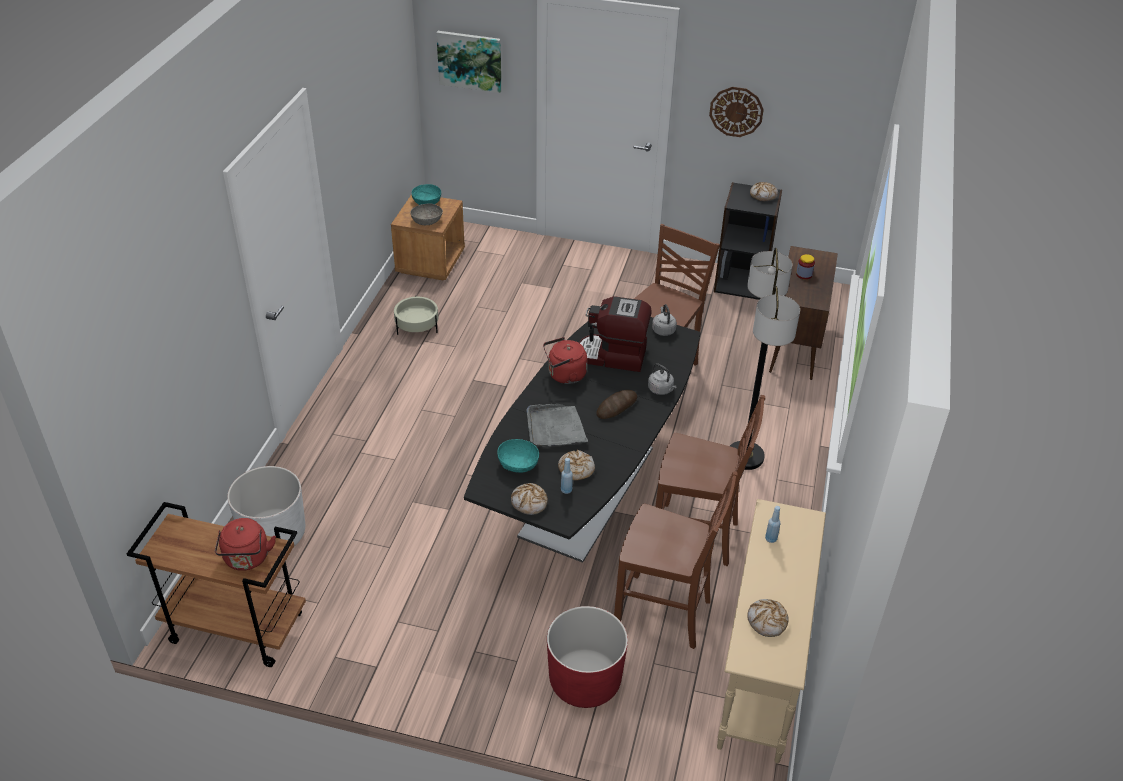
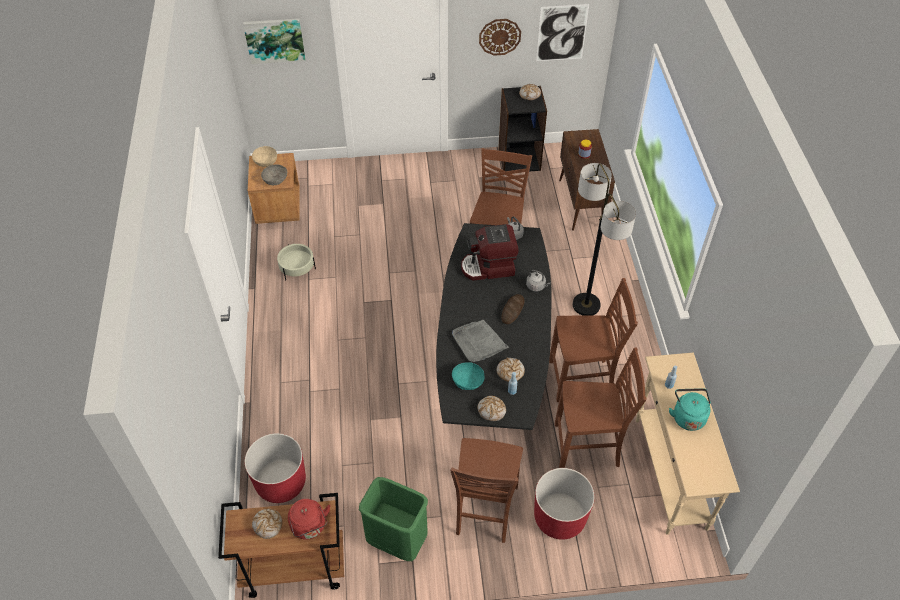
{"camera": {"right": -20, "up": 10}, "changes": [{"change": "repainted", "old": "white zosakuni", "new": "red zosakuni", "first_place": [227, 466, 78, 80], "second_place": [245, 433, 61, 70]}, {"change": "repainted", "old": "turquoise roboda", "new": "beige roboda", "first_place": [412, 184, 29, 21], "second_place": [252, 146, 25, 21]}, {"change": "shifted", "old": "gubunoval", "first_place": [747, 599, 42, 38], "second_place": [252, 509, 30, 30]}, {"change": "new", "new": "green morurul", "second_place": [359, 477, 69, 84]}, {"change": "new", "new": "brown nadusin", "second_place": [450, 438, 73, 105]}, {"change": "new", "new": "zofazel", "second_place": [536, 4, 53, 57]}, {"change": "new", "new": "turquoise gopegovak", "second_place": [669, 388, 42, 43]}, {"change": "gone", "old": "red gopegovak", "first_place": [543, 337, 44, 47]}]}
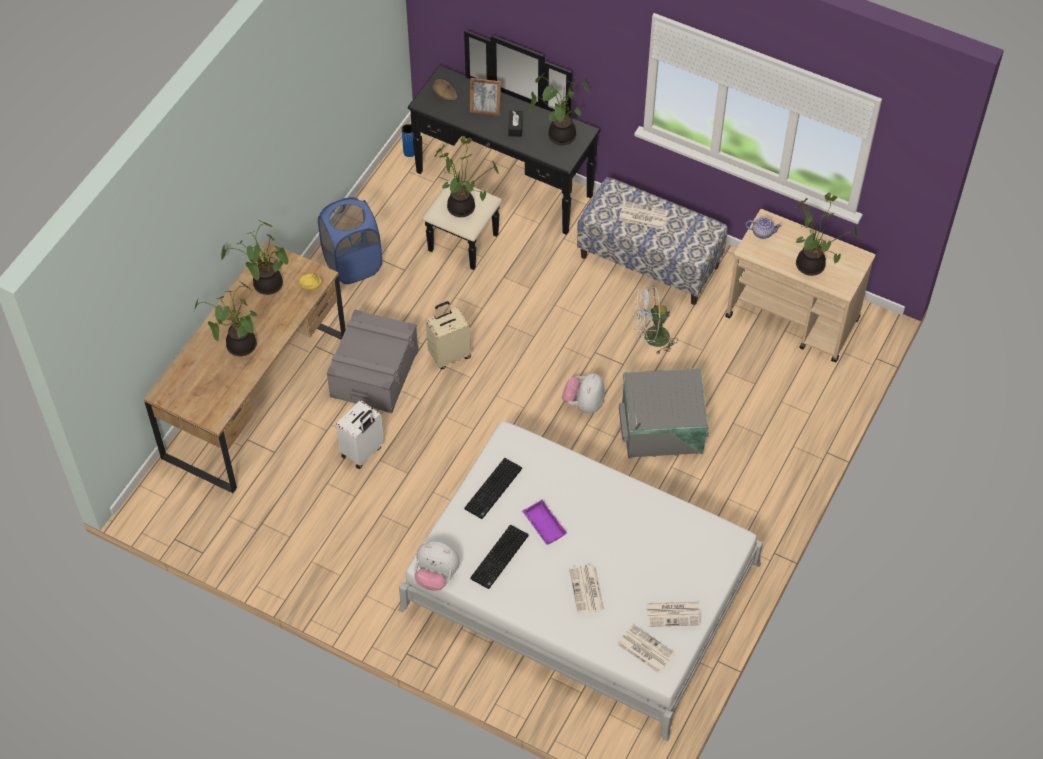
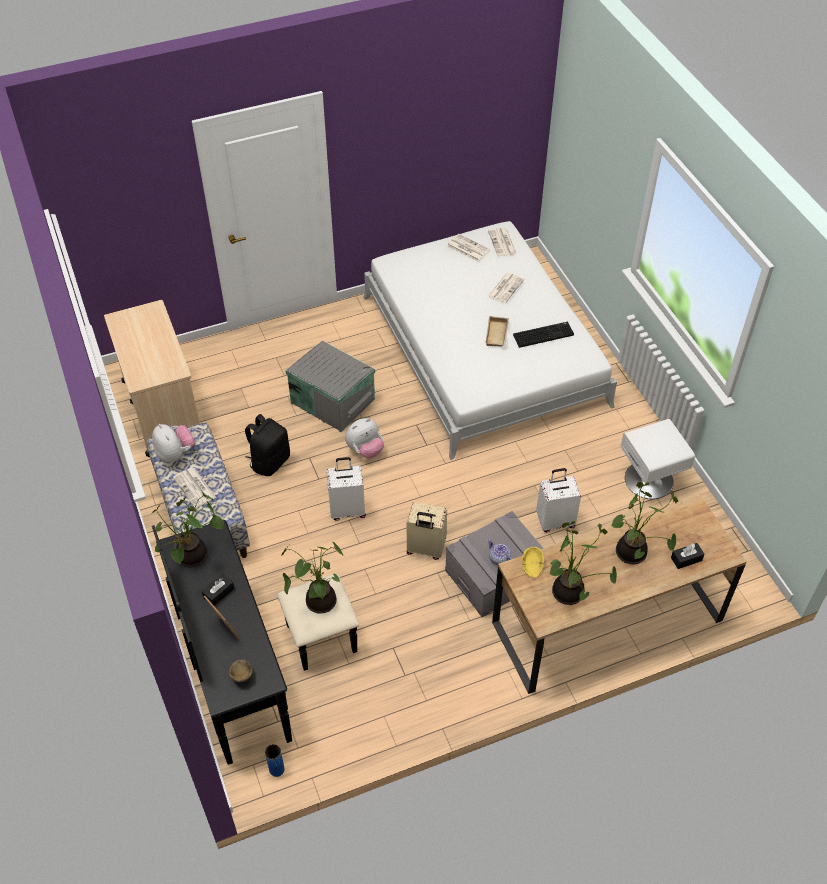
{"camera": {"right": -140, "up": -5}, "changes": [{"change": "shifted", "old": "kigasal", "first_place": [414, 541, 46, 50], "second_place": [152, 424, 43, 38]}, {"change": "swapped", "old": "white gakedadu", "new": "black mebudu", "first_place": [634, 285, 44, 69], "second_place": [245, 414, 45, 62]}, {"change": "new", "new": "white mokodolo", "second_place": [326, 457, 40, 64]}, {"change": "repainted", "old": "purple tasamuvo", "new": "beige tasamuvo", "first_place": [522, 500, 45, 45], "second_place": [486, 316, 23, 31]}, {"change": "shifted", "old": "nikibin", "first_place": [746, 217, 36, 22], "second_place": [488, 539, 24, 27]}, {"change": "new", "new": "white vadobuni", "second_place": [621, 419, 74, 80]}, {"change": "new", "new": "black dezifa", "second_place": [671, 543, 34, 26]}, {"change": "gone", "old": "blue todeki", "first_place": [318, 197, 64, 87]}, {"change": "gone", "old": "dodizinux", "first_place": [464, 458, 58, 61]}, {"change": "gone", "old": "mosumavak", "first_place": [794, 193, 64, 83]}]}
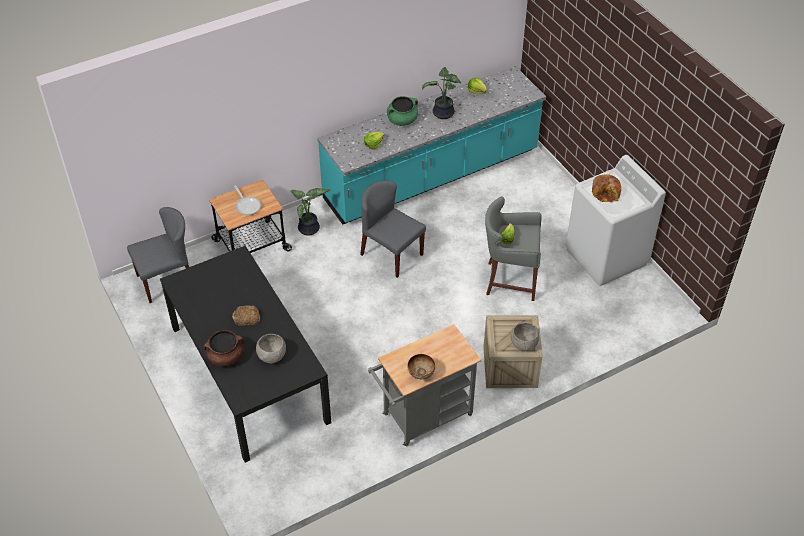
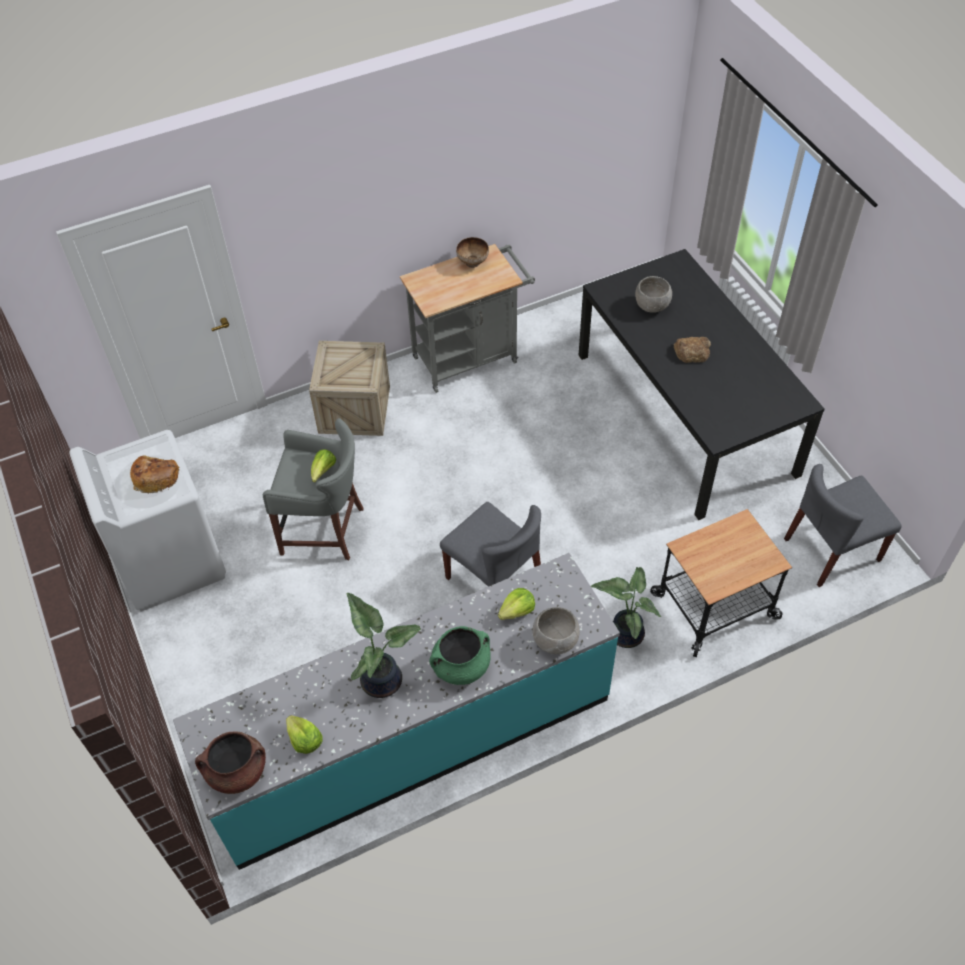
{"camera": {"right": -175, "up": 5}, "changes": [{"change": "shifted", "old": "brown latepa", "first_place": [203, 330, 42, 36], "second_place": [195, 731, 71, 63]}, {"change": "shifted", "old": "grey roboda", "first_place": [511, 322, 29, 29], "second_place": [533, 607, 47, 47]}, {"change": "gone", "old": "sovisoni", "first_place": [234, 185, 27, 30]}]}
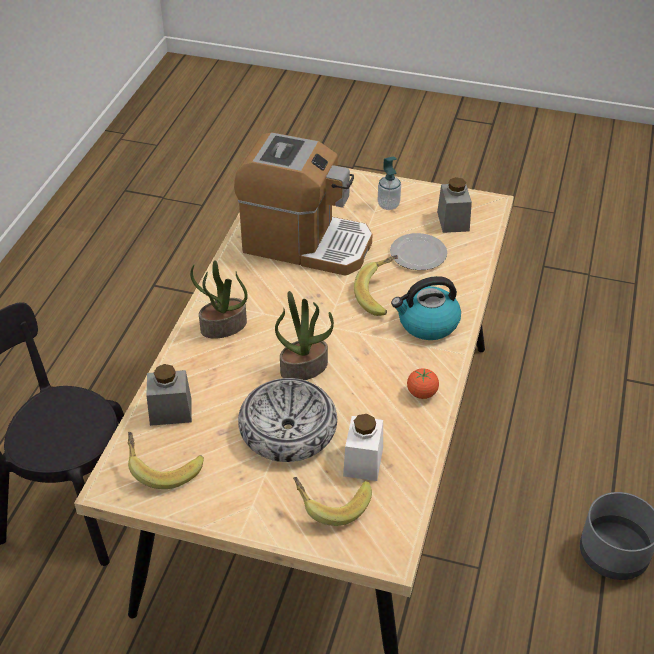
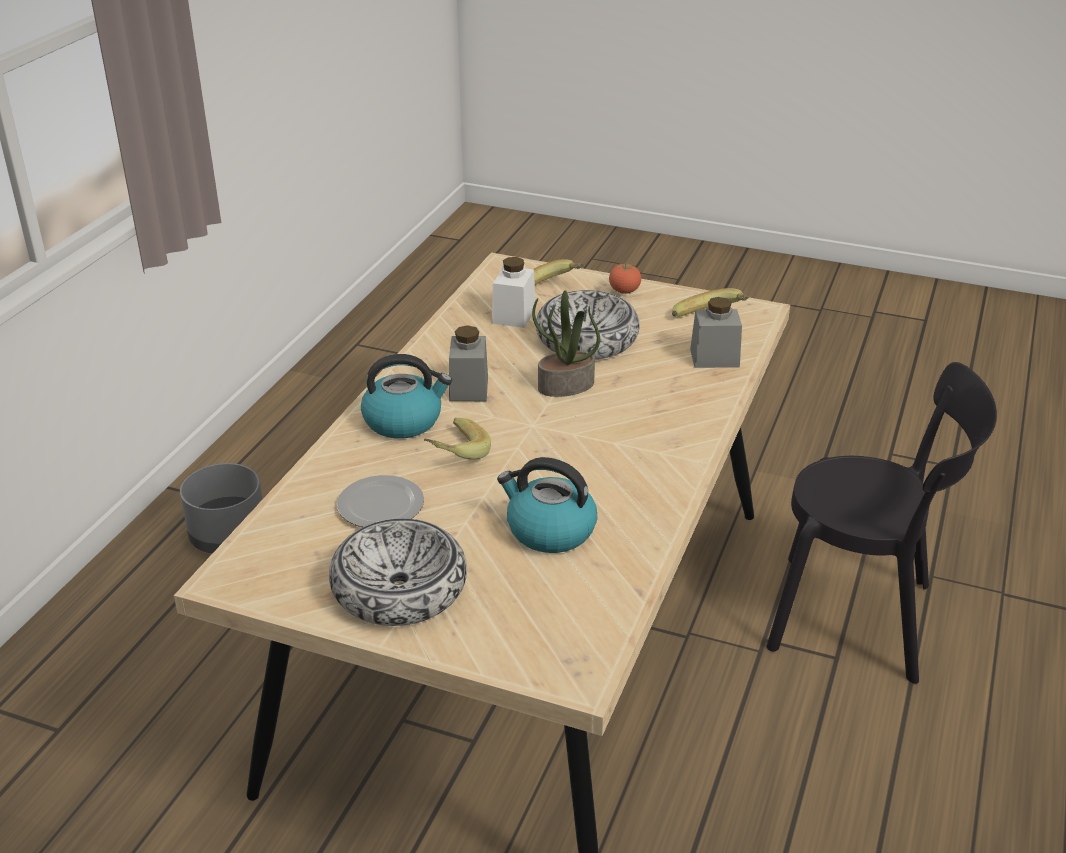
{"camera": {"right": -175, "up": -10}, "changes": [{"change": "swapped", "old": "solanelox", "new": "roboda", "first_place": [378, 156, 23, 54], "second_place": [329, 519, 138, 107]}, {"change": "shifted", "old": "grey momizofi", "first_place": [437, 177, 35, 56], "second_place": [449, 325, 39, 76]}, {"change": "swapped", "old": "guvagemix", "new": "gopegovak", "first_place": [234, 132, 138, 144], "second_place": [497, 457, 100, 96]}, {"change": "shifted", "old": "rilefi", "first_place": [407, 368, 32, 31], "second_place": [609, 263, 32, 31]}, {"change": "gone", "old": "mosumavak", "first_place": [190, 260, 58, 79]}]}
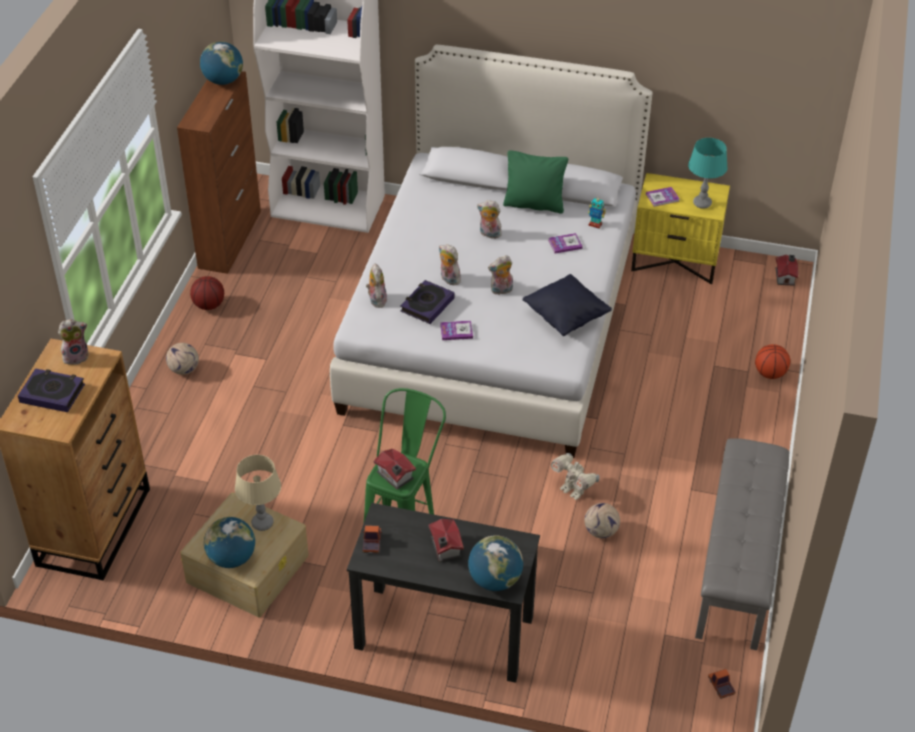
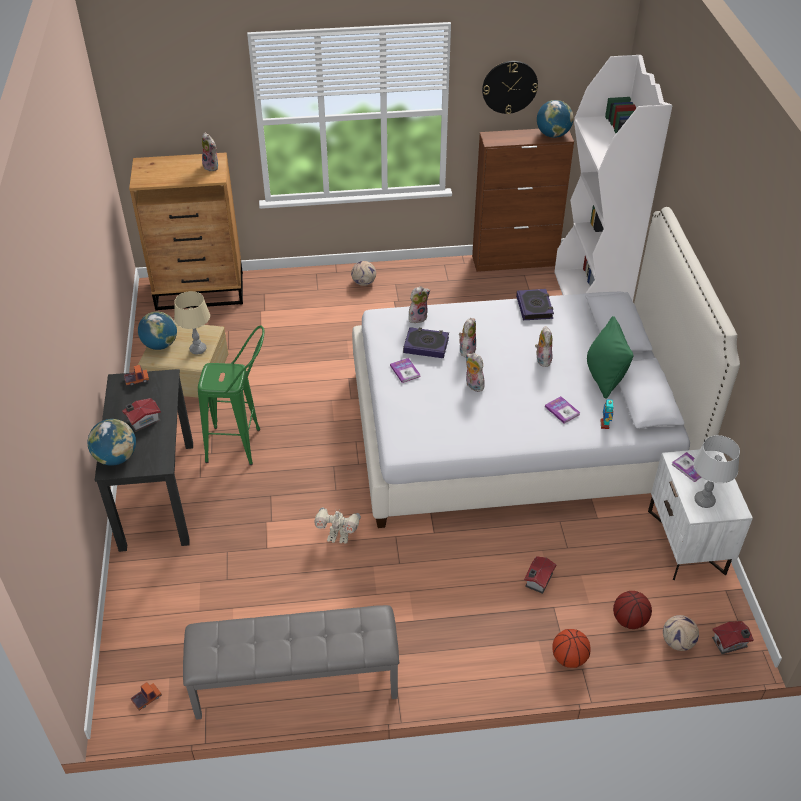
{"camera": {"right": 70, "up": 0}, "changes": [{"change": "rotated", "old": "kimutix", "first_place": [551, 453, 49, 47], "second_place": [315, 507, 46, 37], "degrees": -105}, {"change": "new", "new": "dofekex", "second_place": [482, 61, 56, 53]}, {"change": "shifted", "old": "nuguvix", "first_place": [18, 368, 67, 44], "second_place": [516, 289, 38, 32]}, {"change": "shifted", "old": "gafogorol", "first_place": [374, 449, 42, 40], "second_place": [524, 556, 32, 38]}, {"change": "shifted", "old": "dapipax", "first_place": [190, 276, 34, 34], "second_place": [613, 591, 39, 38]}, {"change": "repainted", "old": "yellow vadobuni", "new": "white vadobuni", "first_place": [631, 173, 99, 111], "second_place": [648, 449, 105, 131]}, {"change": "shifted", "old": "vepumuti", "first_place": [584, 503, 36, 35], "second_place": [663, 615, 36, 36]}, {"change": "repainted", "old": "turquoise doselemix", "new": "grey doselemix", "first_place": [688, 138, 40, 71], "second_place": [693, 435, 47, 73]}, {"change": "gone", "old": "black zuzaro", "first_place": [522, 274, 90, 62]}]}
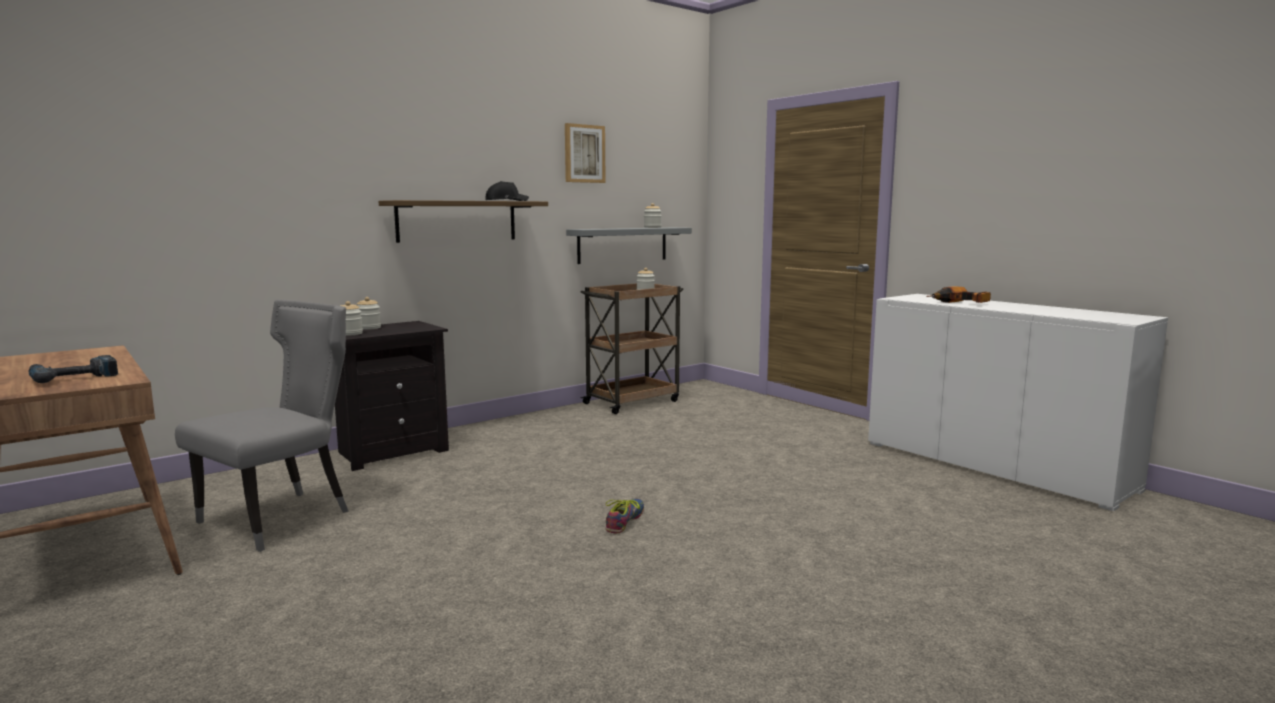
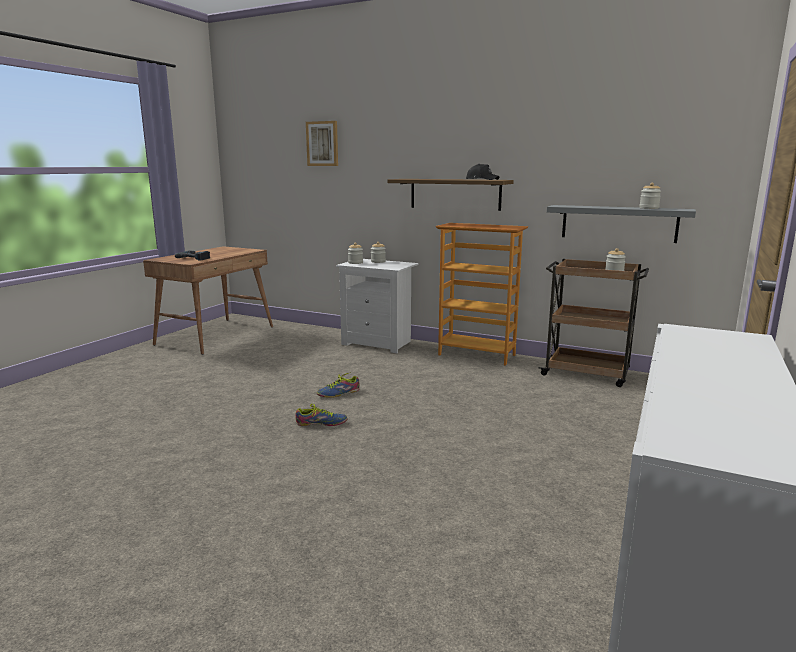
{"camera": {"right": 65, "up": 5}, "changes": [{"change": "shifted", "old": "zofazel", "first_place": [565, 123, 41, 60], "second_place": [306, 121, 32, 45]}, {"change": "new", "new": "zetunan", "second_place": [317, 372, 42, 26]}, {"change": "repainted", "old": "black vadobuni", "new": "white vadobuni", "first_place": [335, 321, 114, 150], "second_place": [336, 259, 83, 94]}, {"change": "new", "new": "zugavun", "second_place": [436, 223, 92, 142]}, {"change": "gone", "old": "grey nadusin", "first_place": [175, 299, 173, 253]}, {"change": "gone", "old": "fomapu", "first_place": [926, 287, 65, 16]}]}
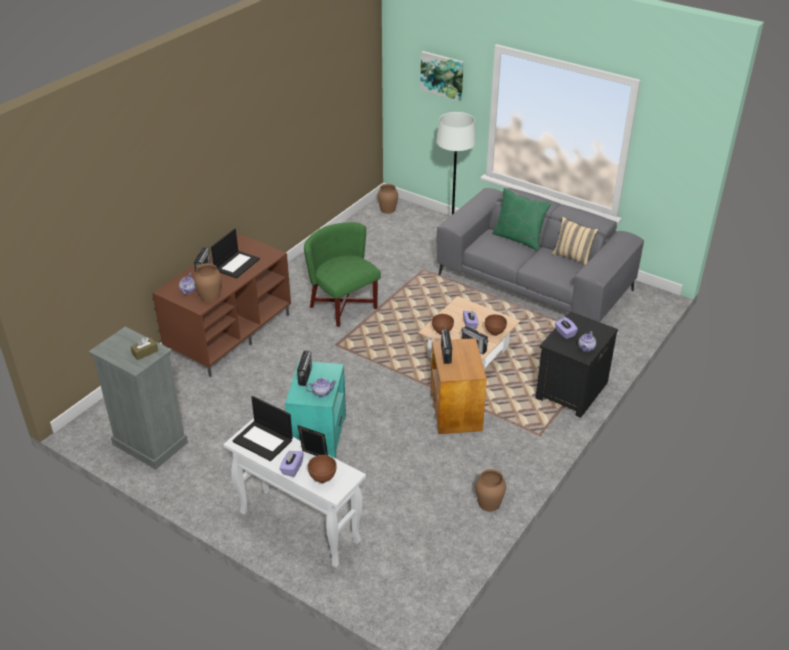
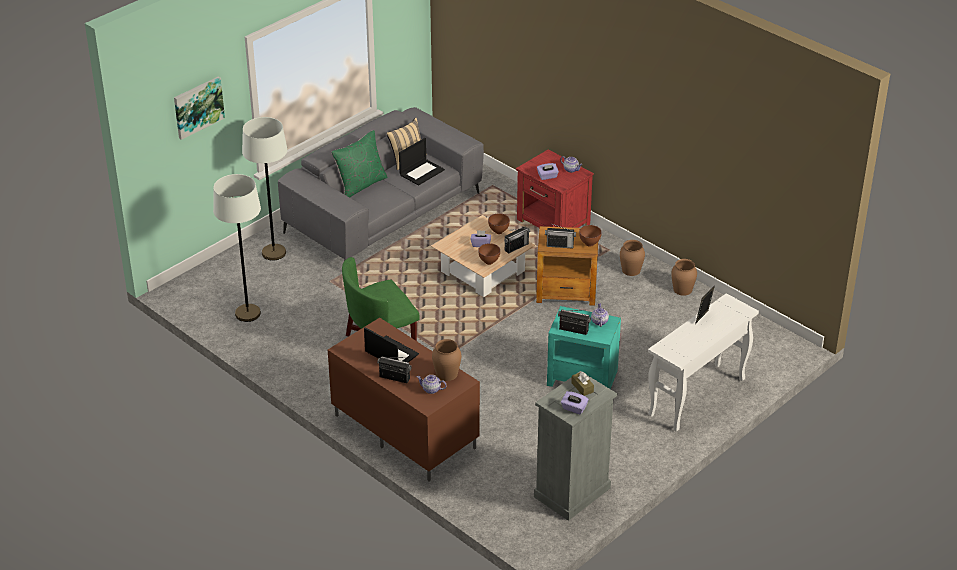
{"camera": {"right": -80, "up": 0}, "changes": [{"change": "new", "new": "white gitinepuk", "second_place": [213, 174, 48, 148]}, {"change": "shifted", "old": "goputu", "first_place": [232, 396, 61, 65], "second_place": [399, 138, 46, 48]}, {"change": "repainted", "old": "black vadobuni", "new": "red vadobuni", "first_place": [536, 311, 82, 107], "second_place": [516, 149, 78, 79]}, {"change": "shifted", "old": "purple dezifa", "first_place": [279, 450, 25, 27], "second_place": [561, 391, 28, 24]}, {"change": "shifted", "old": "brown roboda", "first_place": [308, 455, 29, 28], "second_place": [579, 225, 23, 22]}, {"change": "shifted", "old": "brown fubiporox", "first_place": [378, 184, 20, 30], "second_place": [620, 240, 25, 36]}]}
